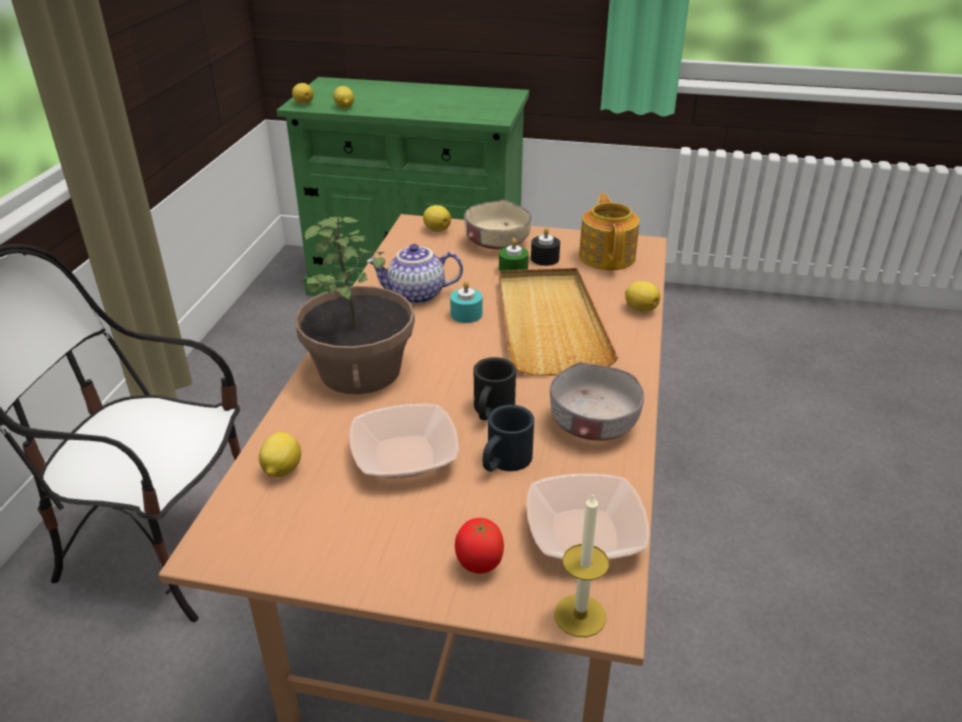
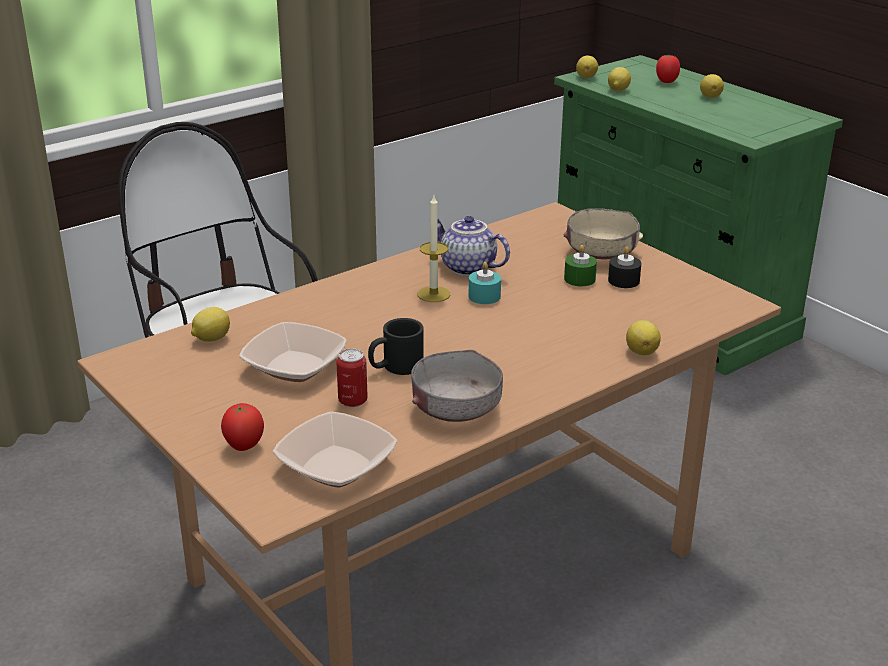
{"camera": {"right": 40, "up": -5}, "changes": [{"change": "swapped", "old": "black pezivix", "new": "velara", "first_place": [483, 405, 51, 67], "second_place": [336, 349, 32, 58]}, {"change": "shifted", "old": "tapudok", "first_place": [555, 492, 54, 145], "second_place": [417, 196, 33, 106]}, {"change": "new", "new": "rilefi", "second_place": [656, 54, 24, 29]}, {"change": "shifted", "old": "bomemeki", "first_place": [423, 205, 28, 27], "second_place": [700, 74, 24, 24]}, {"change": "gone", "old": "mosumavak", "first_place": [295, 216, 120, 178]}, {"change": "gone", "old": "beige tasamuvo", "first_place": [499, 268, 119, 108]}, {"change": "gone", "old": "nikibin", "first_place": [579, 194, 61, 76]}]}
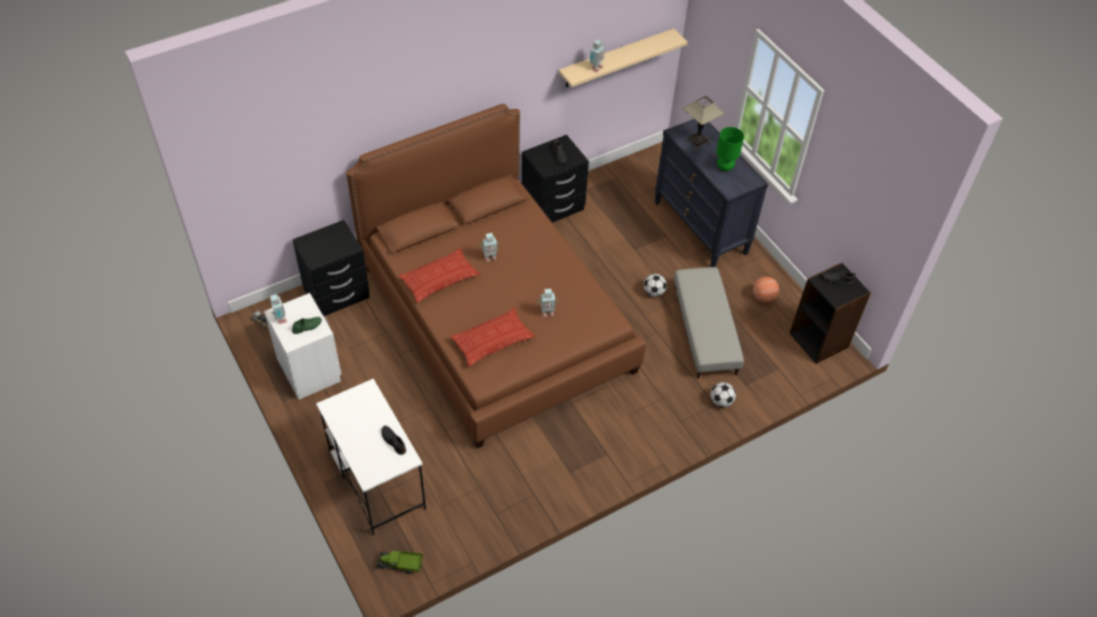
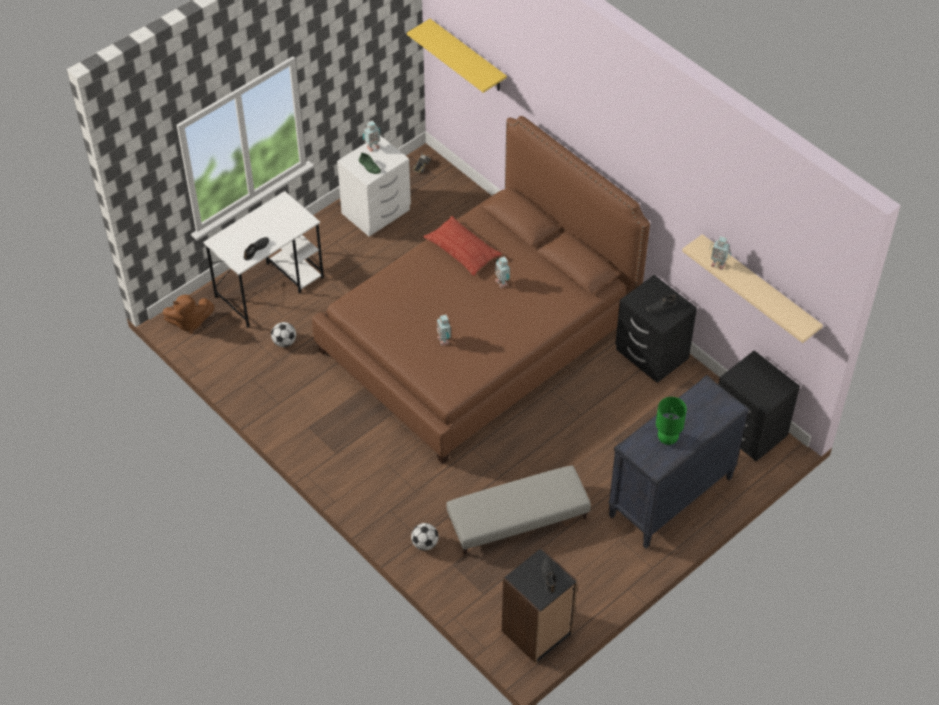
{"camera": {"right": 80, "up": 0}, "changes": [{"change": "swapped", "old": "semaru", "new": "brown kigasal", "first_place": [377, 551, 46, 23], "second_place": [163, 295, 51, 39]}, {"change": "shifted", "old": "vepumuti", "first_place": [644, 274, 23, 23], "second_place": [271, 322, 25, 25]}, {"change": "new", "new": "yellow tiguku", "second_place": [407, 19, 100, 74]}, {"change": "shifted", "old": "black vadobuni", "first_place": [292, 220, 78, 96], "second_place": [719, 350, 81, 111]}, {"change": "gone", "old": "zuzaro", "first_place": [450, 308, 85, 58]}, {"change": "gone", "old": "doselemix", "first_place": [683, 96, 41, 55]}, {"change": "gone", "old": "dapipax", "first_place": [753, 277, 26, 26]}]}
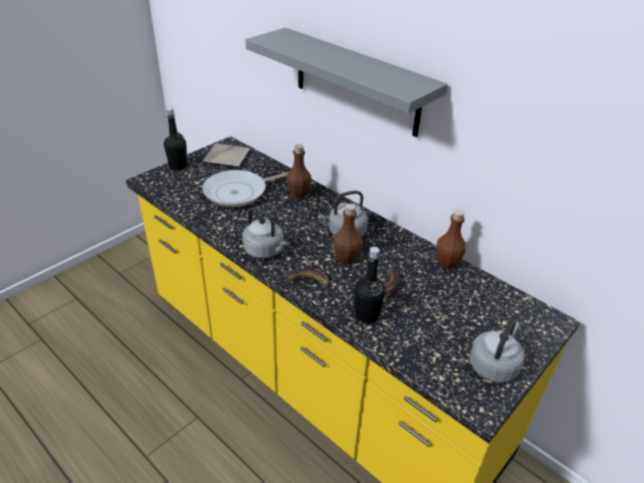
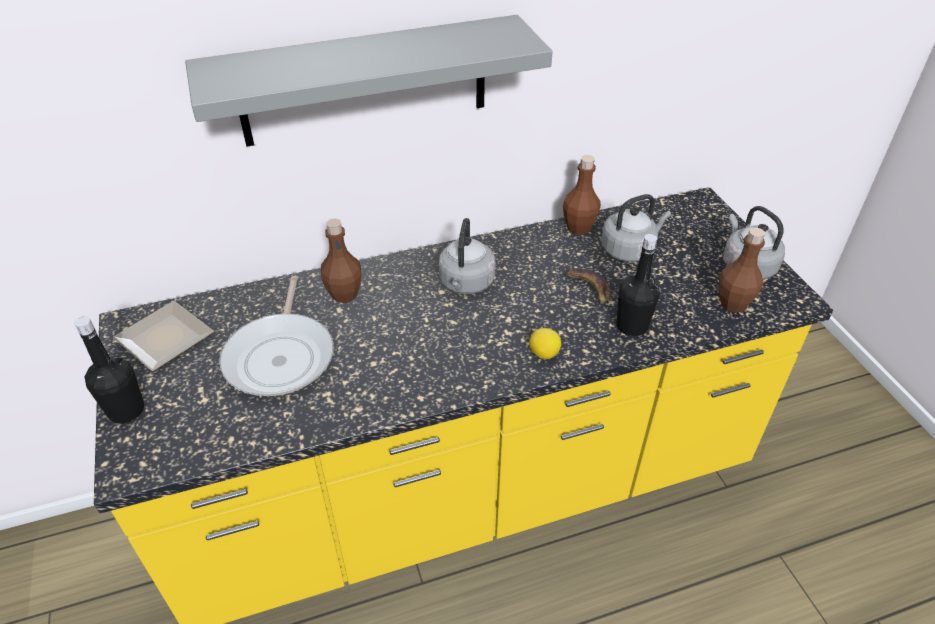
{"camera": {"right": -60, "up": 5}, "changes": [{"change": "swapped", "old": "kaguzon", "new": "bomemeki", "first_place": [287, 268, 42, 25], "second_place": [529, 328, 32, 32]}, {"change": "shifted", "old": "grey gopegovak", "first_place": [242, 207, 46, 51], "second_place": [601, 194, 70, 68]}, {"change": "shifted", "old": "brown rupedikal", "first_place": [333, 204, 29, 60], "second_place": [719, 227, 46, 86]}]}
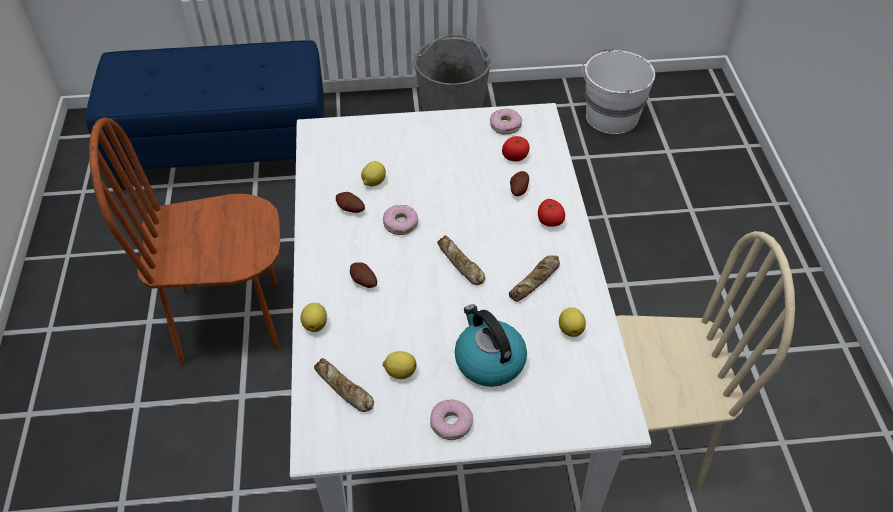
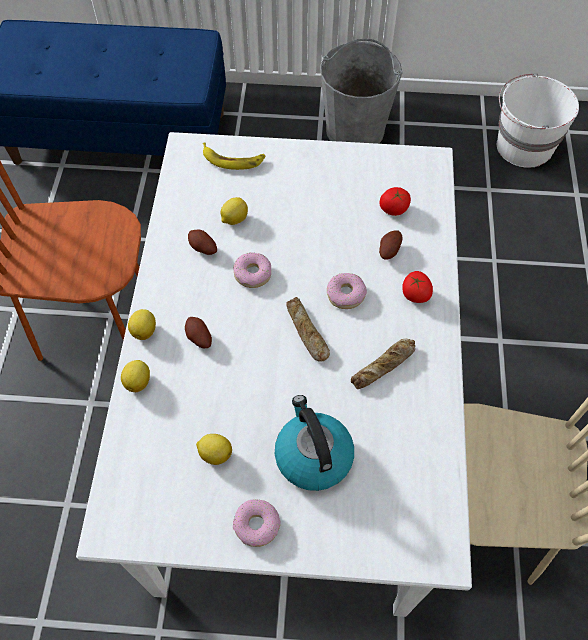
{"camera": {"right": 10, "up": 10}, "changes": [{"change": "shifted", "old": "bomemeki", "first_place": [559, 307, 27, 30], "second_place": [128, 309, 28, 31]}, {"change": "new", "new": "kaguzon", "second_place": [203, 142, 62, 28]}, {"change": "shifted", "old": "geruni", "first_place": [490, 109, 32, 26], "second_place": [327, 273, 40, 36]}, {"change": "gone", "old": "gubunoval", "first_place": [314, 358, 60, 54]}]}
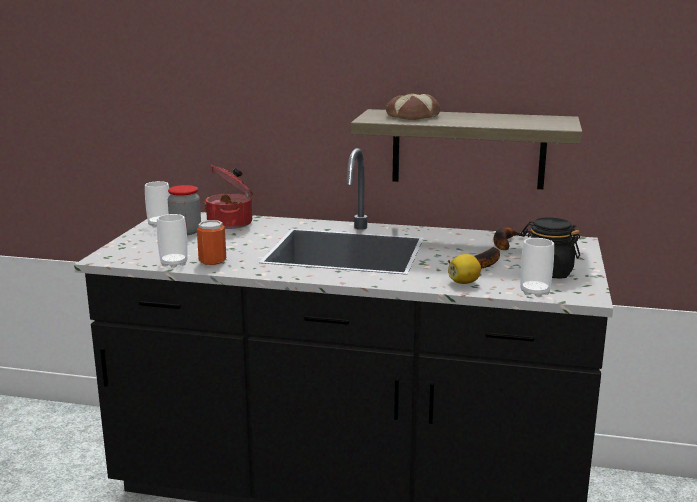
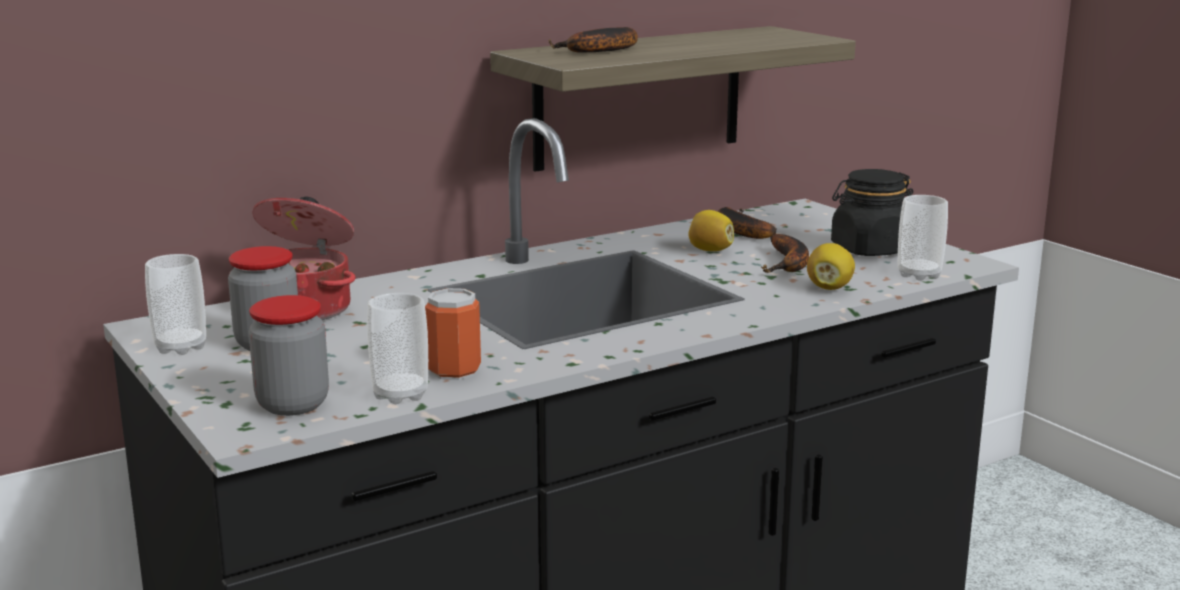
{"camera": {"right": -45, "up": 0}, "changes": [{"change": "new", "new": "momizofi", "second_place": [249, 295, 80, 121]}, {"change": "swapped", "old": "gubunoval", "new": "kaguzon", "first_place": [386, 93, 54, 27], "second_place": [549, 27, 89, 26]}, {"change": "new", "new": "bomemeki", "second_place": [688, 210, 46, 41]}]}
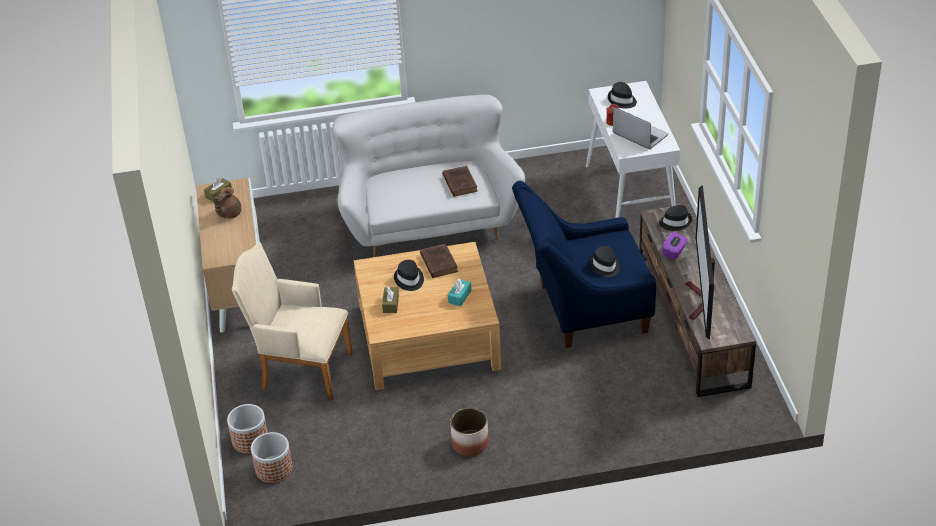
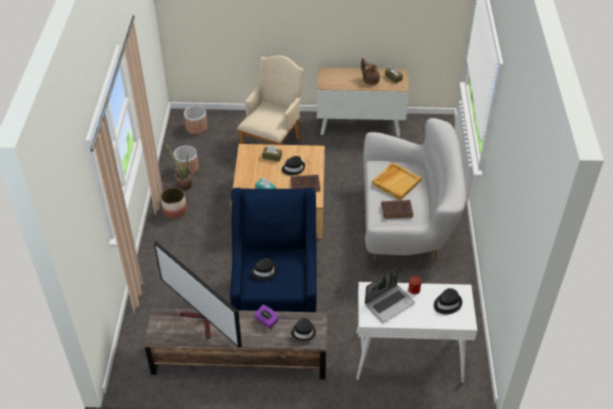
{"camera": {"right": 100, "up": 5}, "changes": [{"change": "rotated", "old": "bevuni", "first_place": [685, 185, 30, 155], "second_place": [154, 241, 88, 106], "degrees": -150}, {"change": "new", "new": "mosumavak", "second_place": [164, 142, 29, 48]}, {"change": "shifted", "old": "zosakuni", "first_place": [227, 404, 41, 50], "second_place": [174, 146, 25, 29]}, {"change": "new", "new": "beige tasamuvo", "second_place": [372, 162, 49, 38]}]}
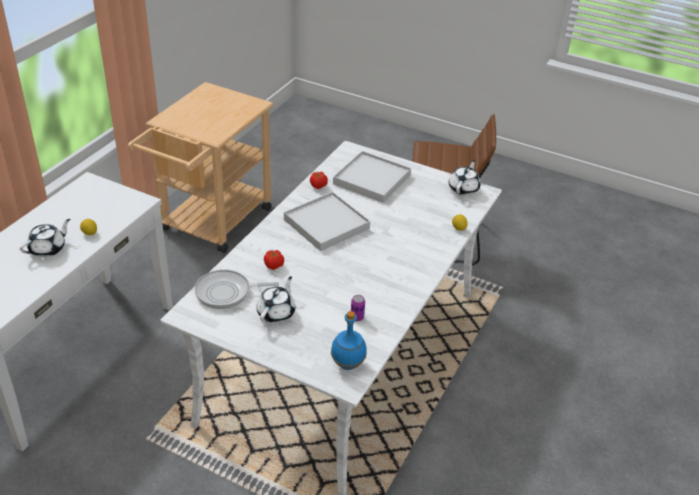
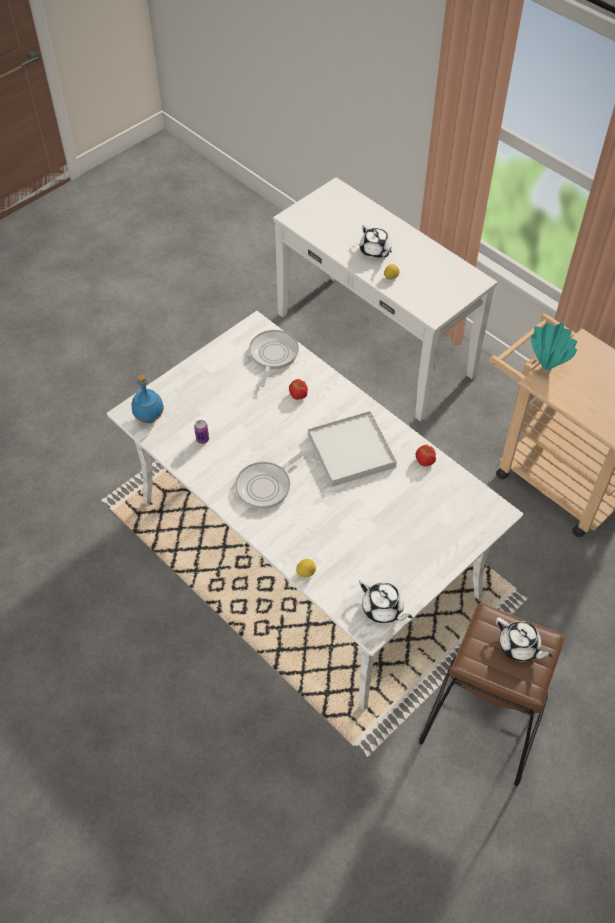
{"camera": {"right": 110, "up": 15}, "changes": [{"change": "new", "new": "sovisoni", "second_place": [235, 450, 71, 59]}, {"change": "shifted", "old": "white nikibin", "first_place": [256, 276, 39, 47], "second_place": [496, 617, 57, 45]}, {"change": "new", "new": "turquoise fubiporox", "second_place": [531, 323, 46, 47]}, {"change": "gone", "old": "white tasamuvo", "first_place": [333, 151, 78, 52]}]}
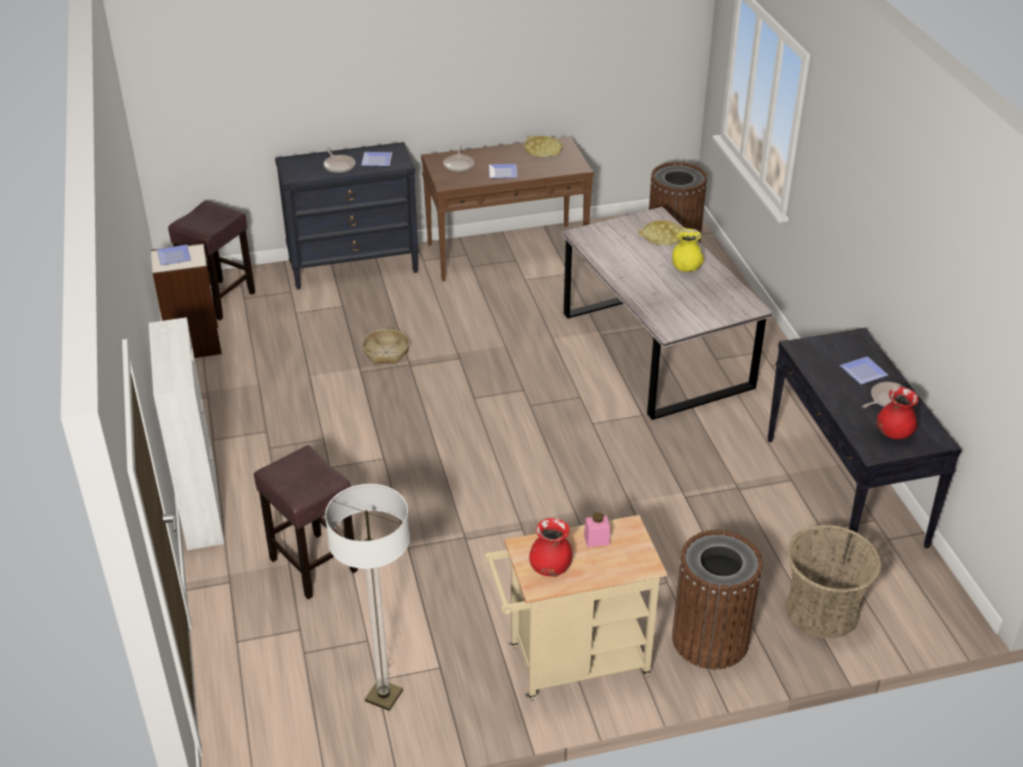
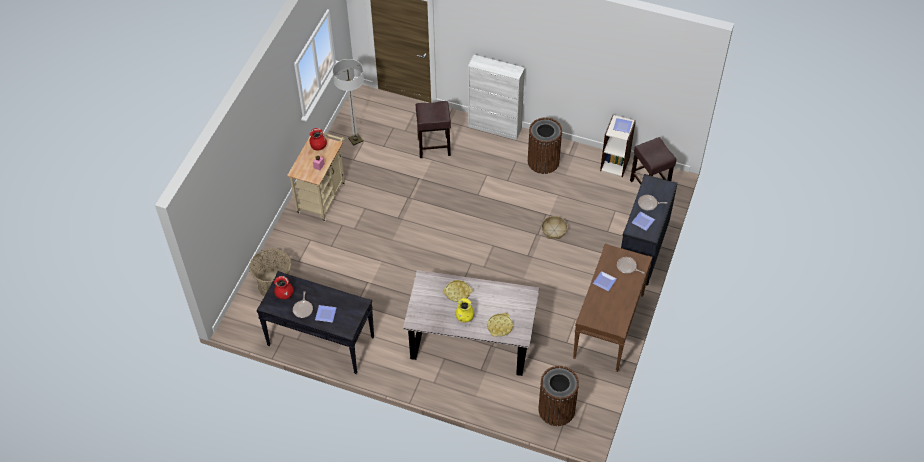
{"camera": {"right": 125, "up": 15}, "changes": [{"change": "shifted", "old": "yellow tasamuvo", "first_place": [524, 136, 38, 21], "second_place": [443, 280, 30, 22]}, {"change": "shifted", "old": "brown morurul", "first_place": [672, 530, 91, 139], "second_place": [528, 117, 34, 57]}]}
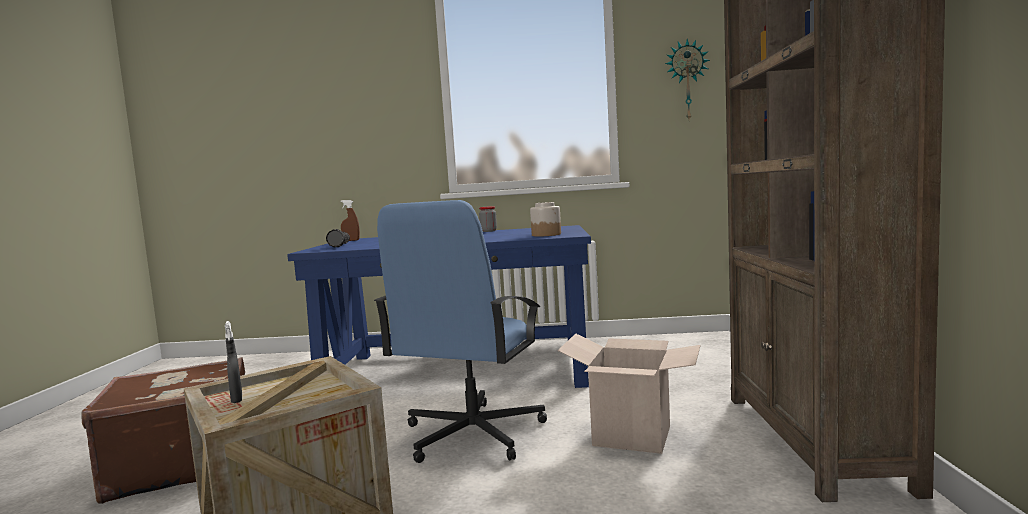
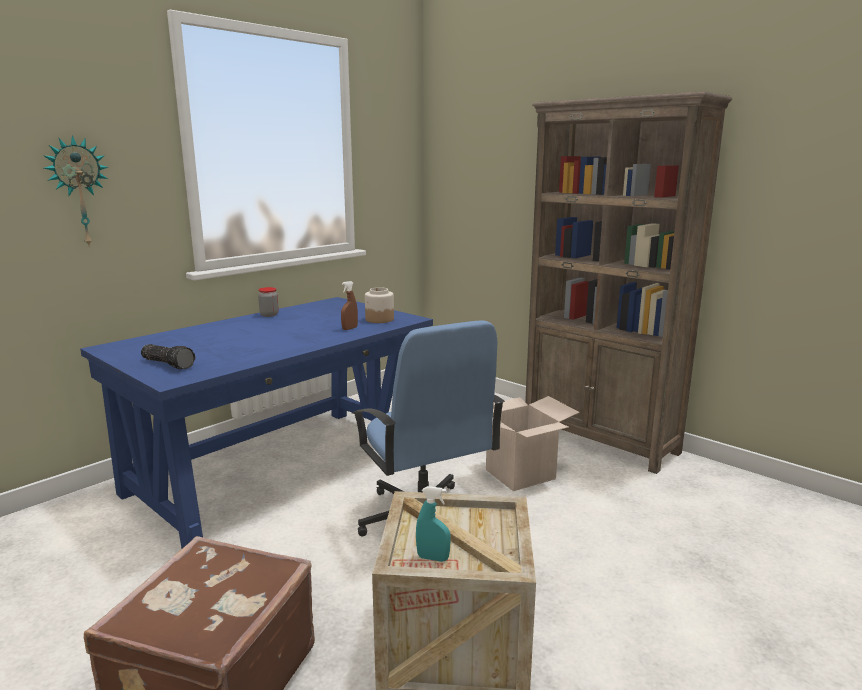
{"camera": {"right": -50, "up": 10}, "changes": [{"change": "shifted", "old": "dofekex", "first_place": [665, 39, 45, 80], "second_place": [43, 135, 65, 112]}, {"change": "shifted", "old": "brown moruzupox", "first_place": [340, 200, 20, 41], "second_place": [341, 281, 17, 49]}, {"change": "repainted", "old": "grey moruzupox", "new": "turquoise moruzupox", "first_place": [225, 321, 17, 82], "second_place": [416, 486, 35, 76]}]}
